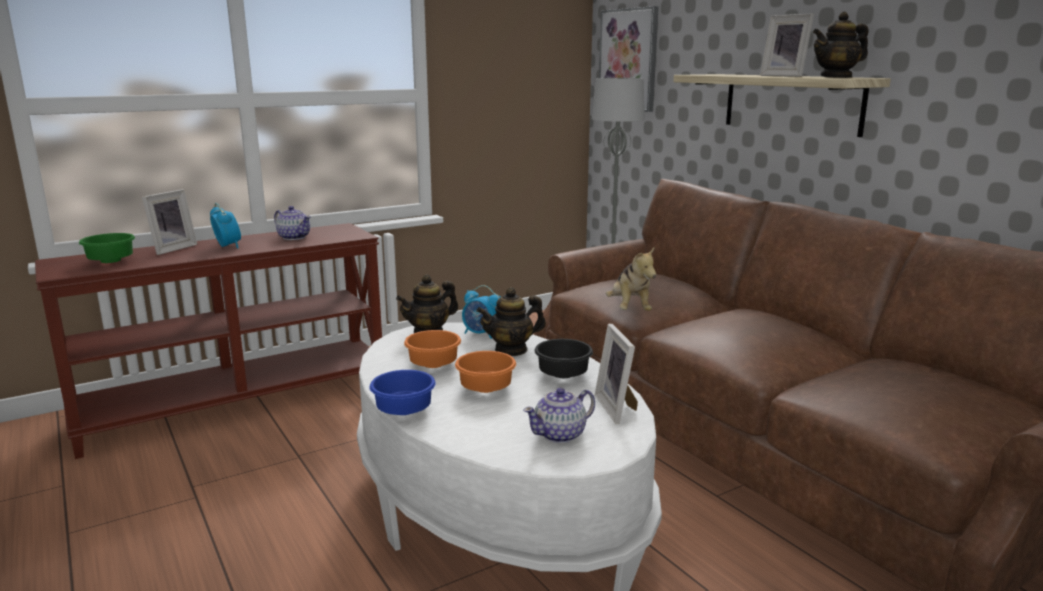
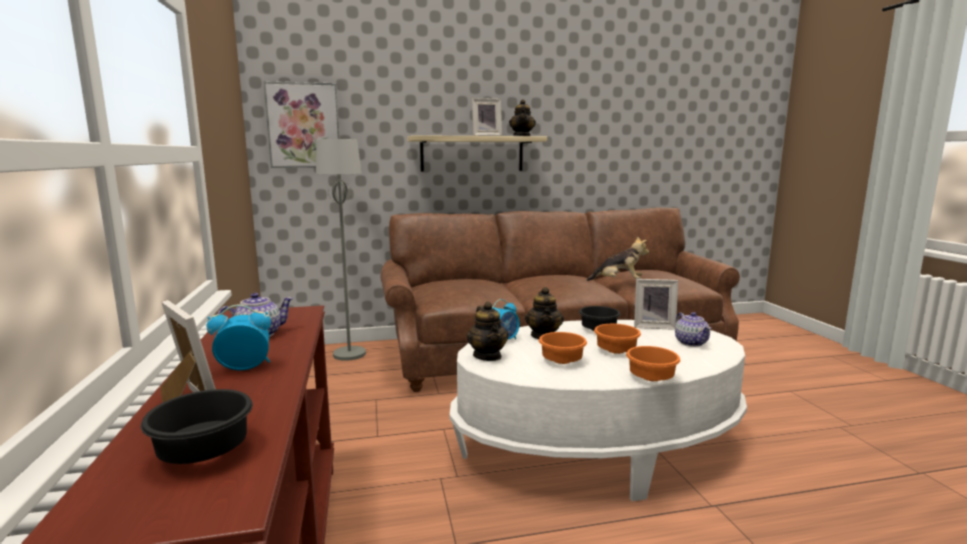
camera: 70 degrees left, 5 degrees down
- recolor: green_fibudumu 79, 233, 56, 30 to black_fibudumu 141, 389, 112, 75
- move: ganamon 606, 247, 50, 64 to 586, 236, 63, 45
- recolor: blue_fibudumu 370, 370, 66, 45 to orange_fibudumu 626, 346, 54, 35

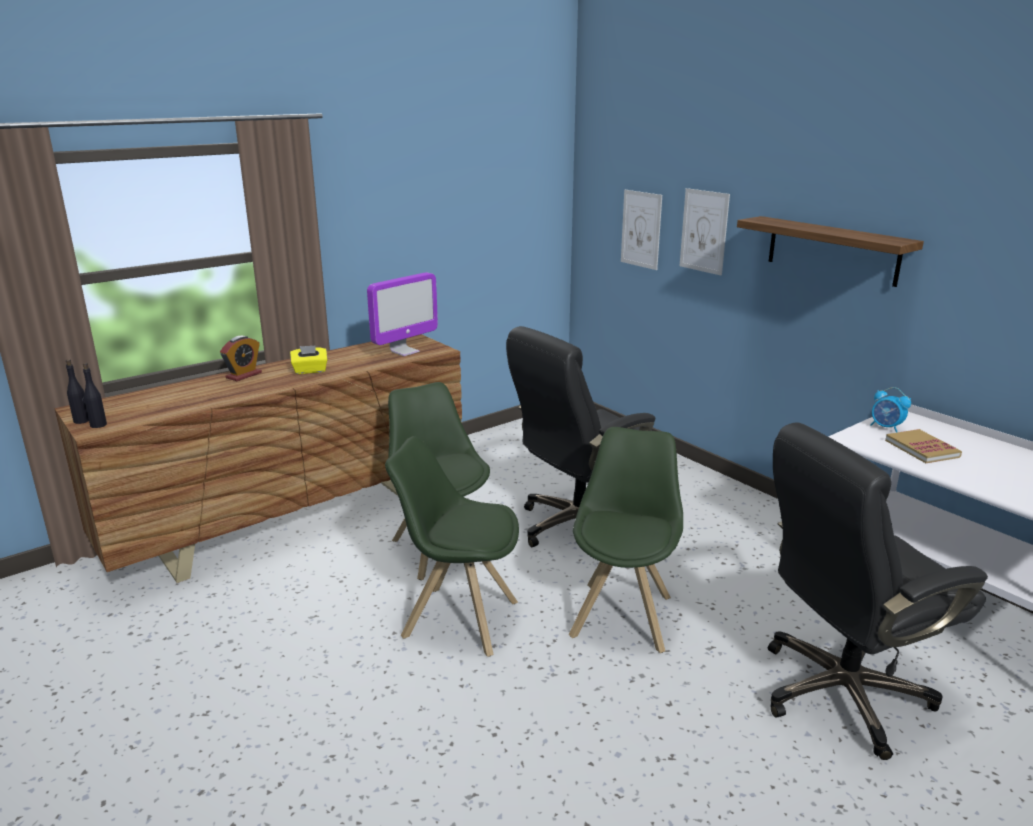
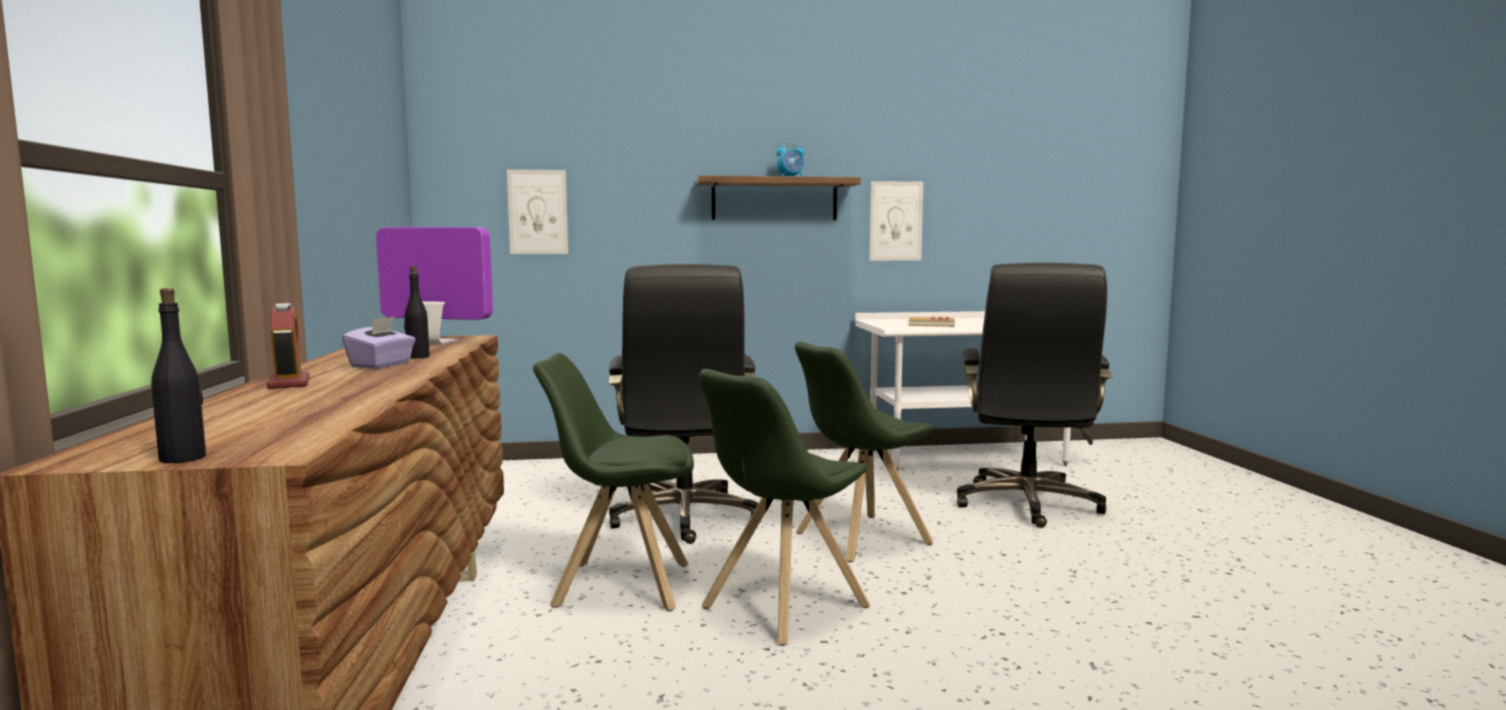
camera: 60 degrees left, 15 degrees down
- move: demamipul 680, 188, 50, 87 to 869, 181, 54, 80
- rotate: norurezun 367, 272, 71, 84 = 376, 227, 117, 117 60 degrees counterclockwise
- recolor: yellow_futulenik 290, 345, 38, 29 to purple_futulenik 342, 316, 74, 52
- move: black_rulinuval 83, 363, 24, 65 to 404, 266, 26, 92
- move: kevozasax 870, 387, 41, 46 to 777, 143, 27, 33
- rotate: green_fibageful 569, 427, 114, 226 = 795, 342, 138, 220 75 degrees counterclockwise

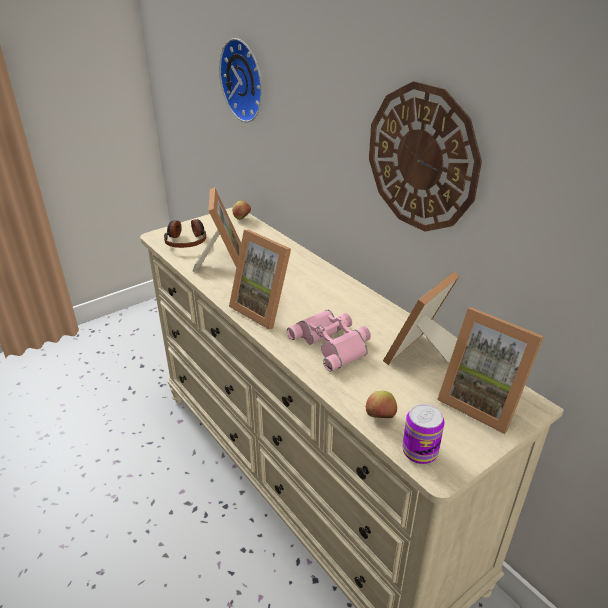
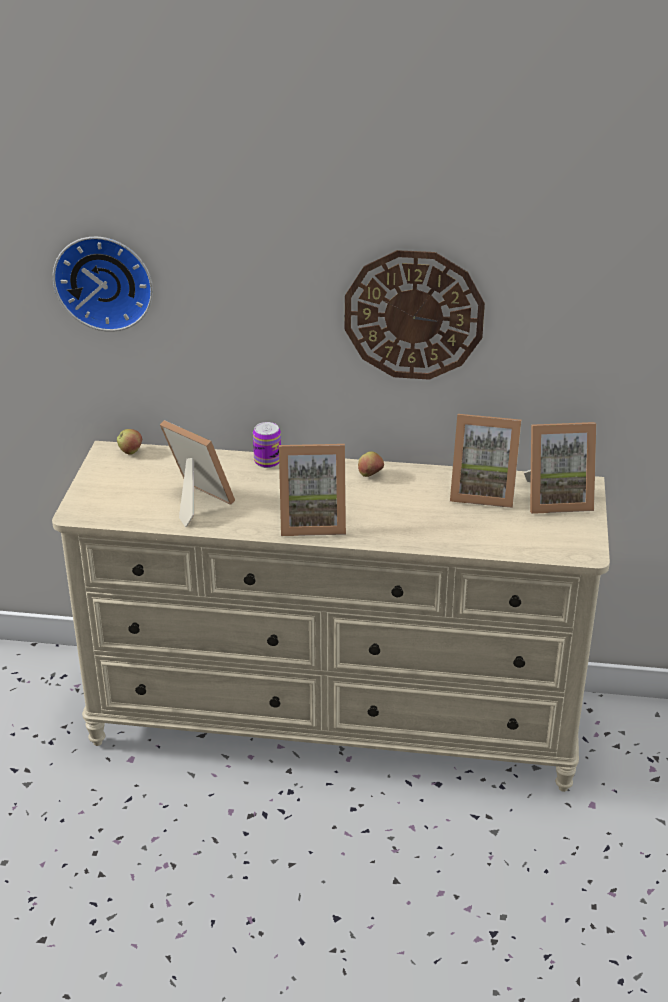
camera: 45 degrees left, 0 degrees up
- delete: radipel 164, 219, 42, 29
- rotate: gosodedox 383, 272, 77, 93 = 450, 414, 71, 94 75 degrees counterclockwise
- delete: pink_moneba 287, 310, 84, 62
- move: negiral 366, 391, 31, 27 to 358, 451, 26, 26
- move: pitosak 402, 404, 42, 60 to 253, 422, 28, 46

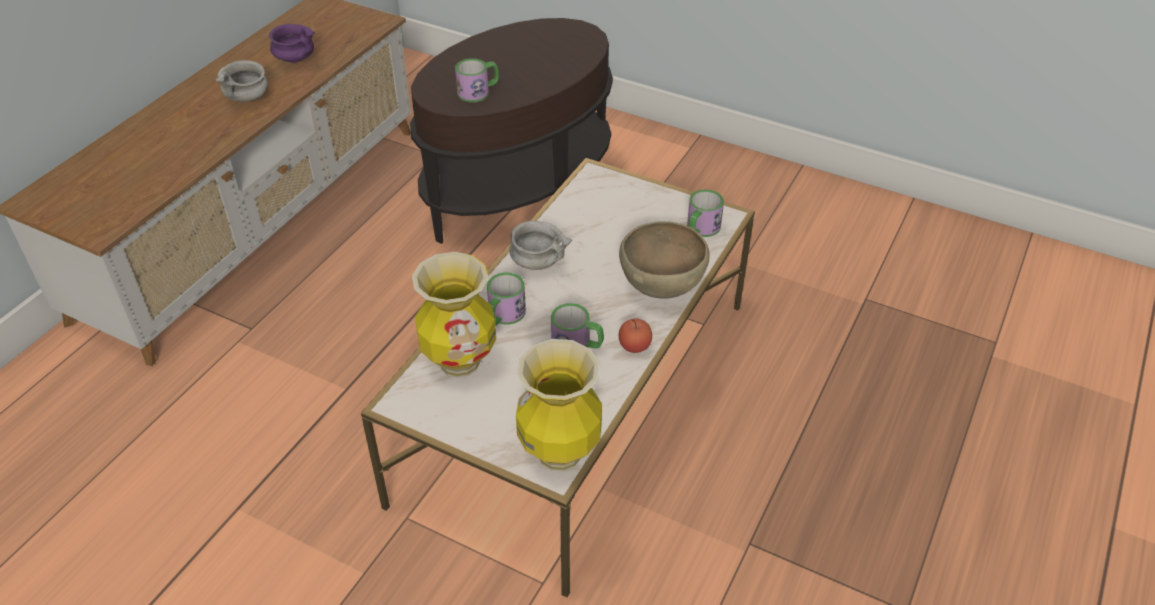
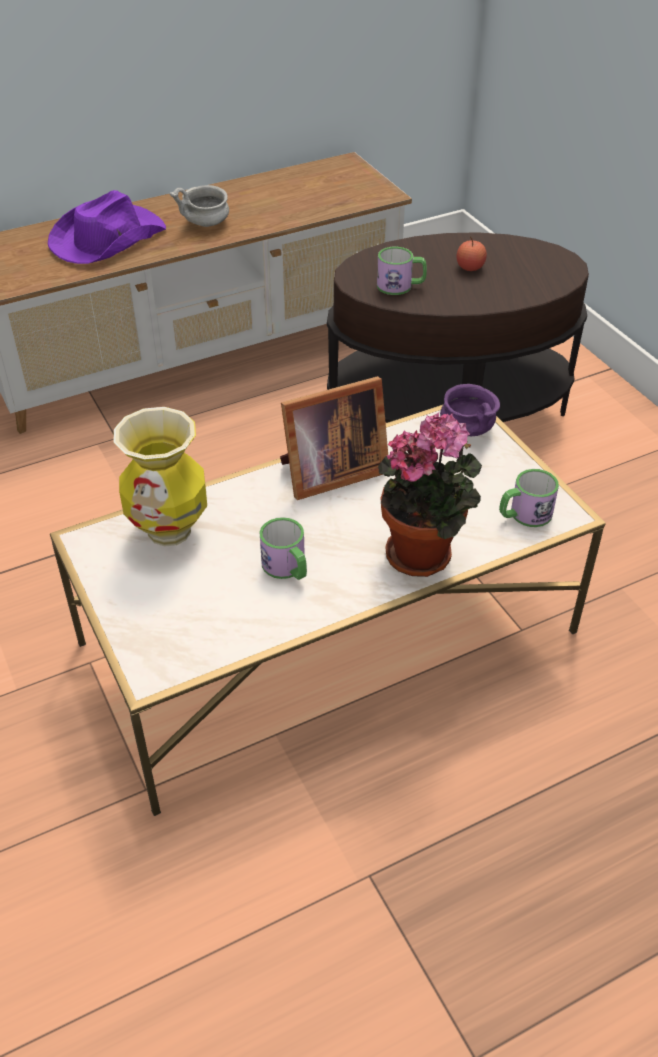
camera: 35 degrees right, 0 degrees up
- move: purple_fibudumu 269, 24, 46, 39 to 440, 384, 60, 52
- replace: grey_fibudumu 509, 221, 63, 49 to gosodedox 280, 376, 108, 124
- replace: brown_fibudumu 619, 221, 91, 78 to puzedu 378, 413, 104, 164
- delete: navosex 487, 272, 39, 54
- move: negiral 619, 319, 33, 34 to 456, 236, 31, 35
- delete: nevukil 516, 339, 86, 132
- insert: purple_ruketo 48, 190, 118, 74

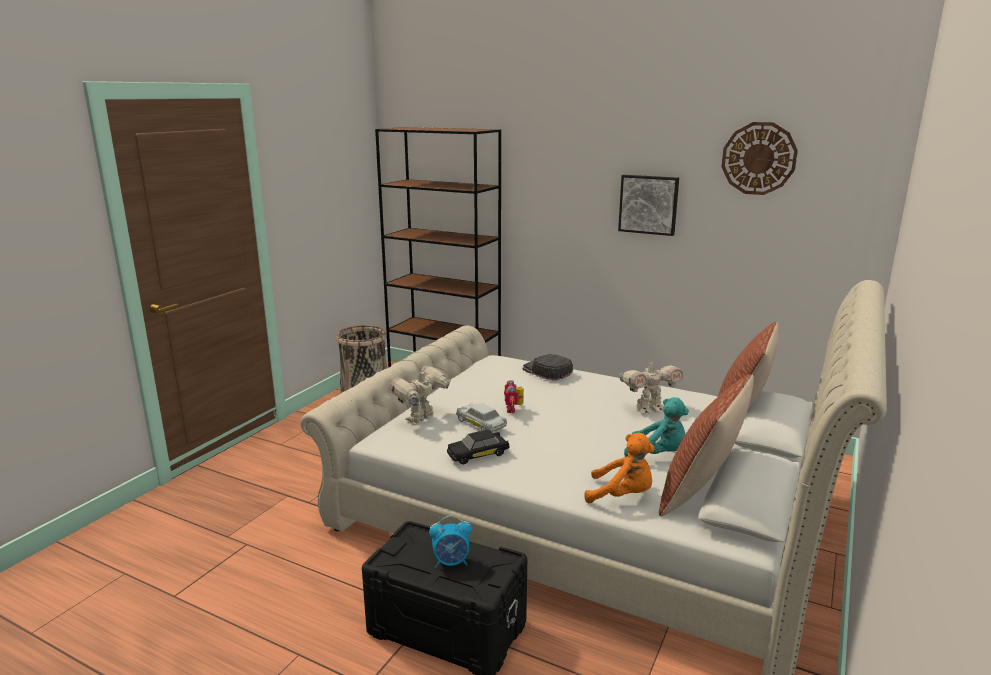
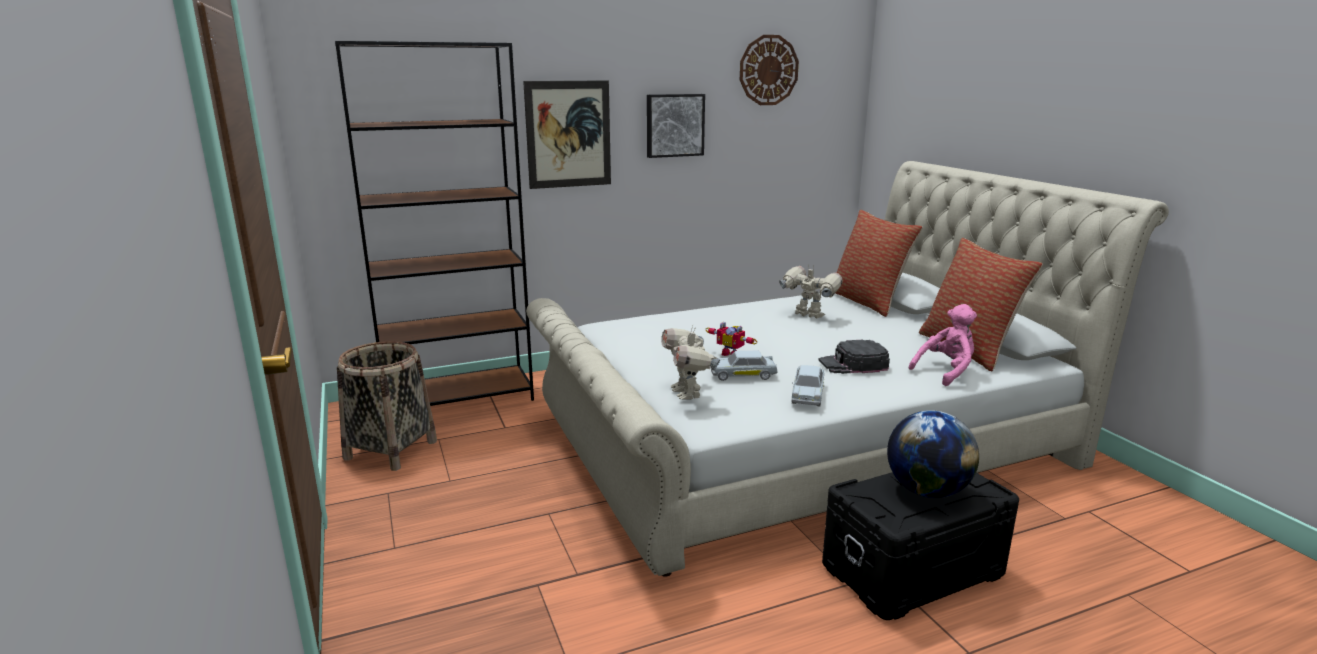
camera: 50 degrees left, 0 degrees up
- move: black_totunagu 522, 354, 51, 27 to 818, 339, 72, 35
- rotate: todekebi 619, 360, 64, 54 = 779, 265, 63, 53 75 degrees counterclockwise
- delete: turquoise_ganamon 624, 397, 65, 60
- recolor: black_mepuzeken 447, 430, 63, 35 to white_mepuzeken 792, 365, 33, 41
- recolor: orange_ganamon 584, 433, 71, 70 to pink_ganamon 908, 304, 69, 82
- replace: kevozasax 429, 515, 43, 53 to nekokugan 887, 410, 92, 88
- insert: demamipul 523, 80, 88, 109

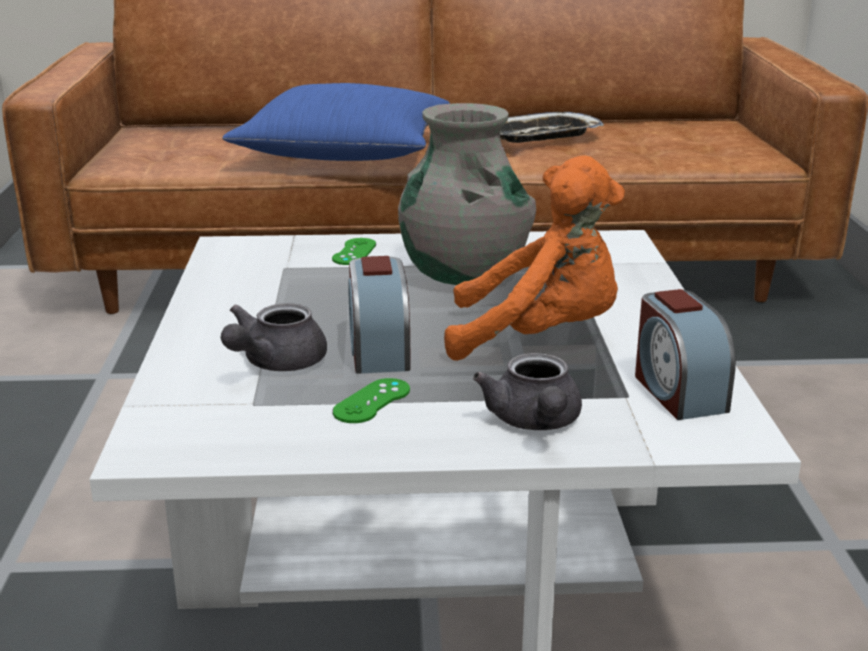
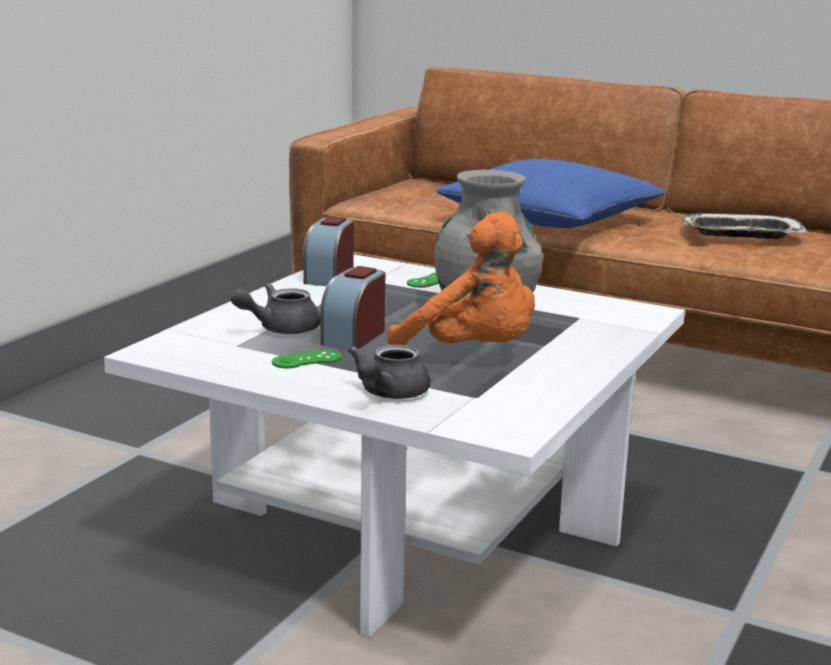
camera: 30 degrees right, 5 degrees down
- move: kevozasax 635, 289, 101, 131 to 303, 216, 51, 70

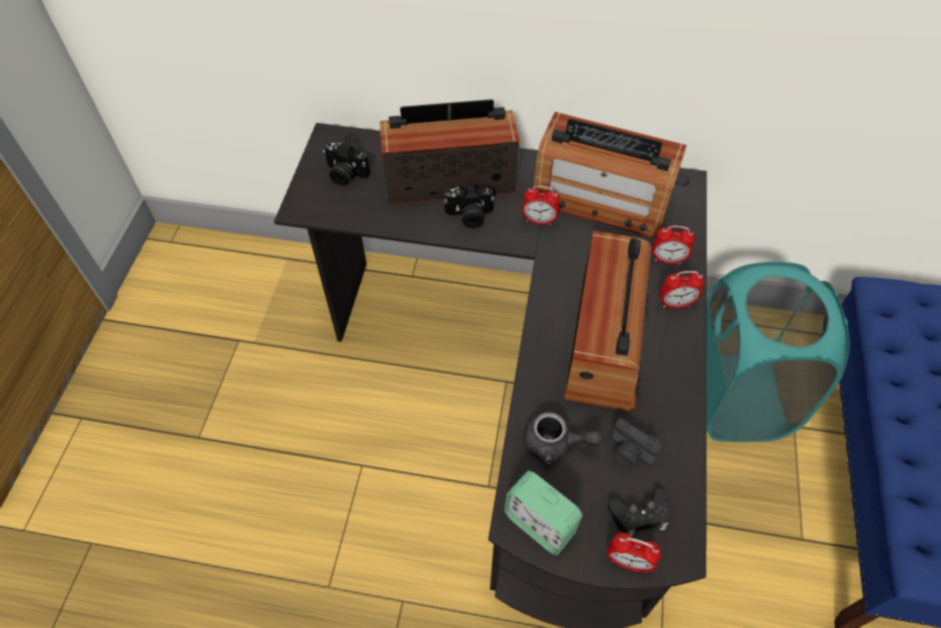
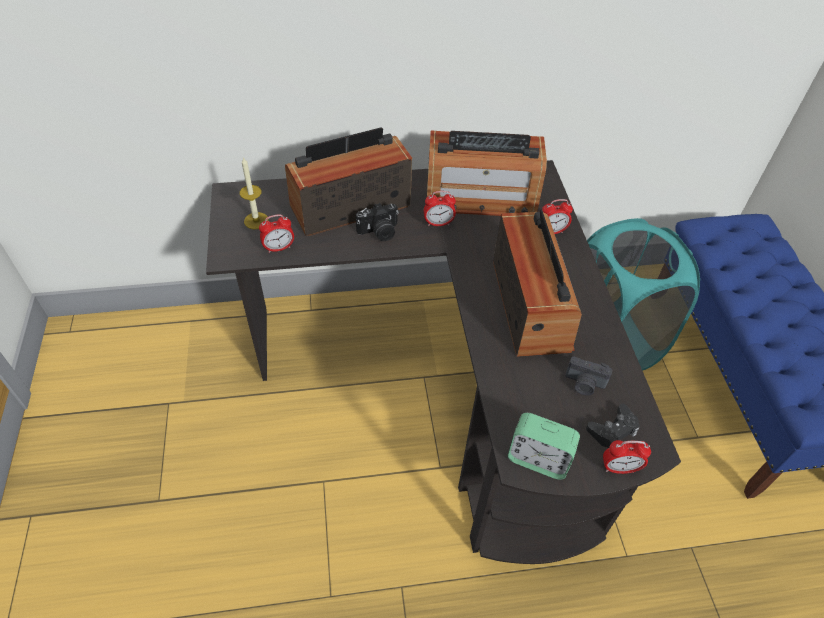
camera: 20 degrees left, 5 degrees down
- replace: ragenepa 323, 142, 47, 44 to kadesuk 240, 157, 29, 72
- move: kevozasax 660, 271, 44, 37 to 259, 215, 35, 38
- delete: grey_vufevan 523, 412, 80, 52

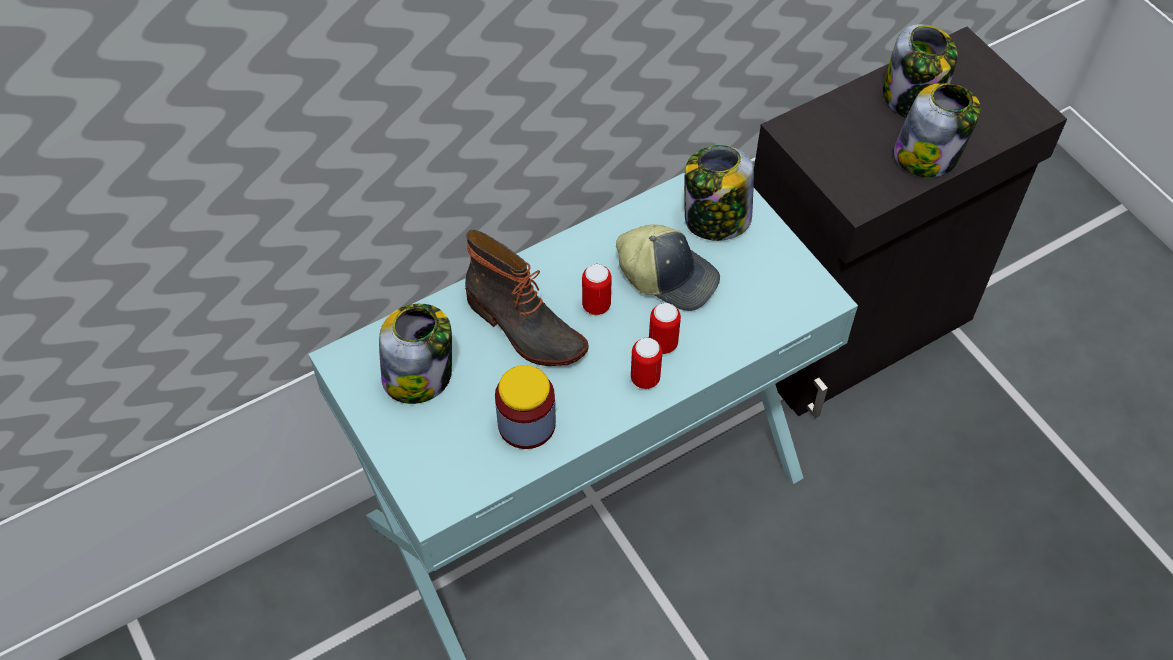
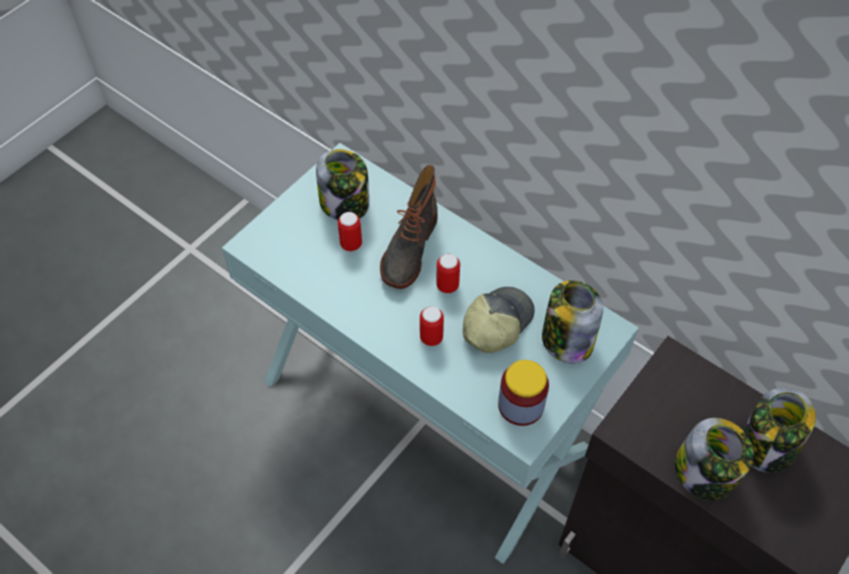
camera: 70 degrees right, 0 degrees up
- rotate: totunagu 616, 224, 104, 87 = 463, 287, 72, 66 150 degrees counterclockwise
- move: pitosak 631, 338, 31, 51 to 338, 212, 24, 39
- move: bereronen 495, 365, 61, 84 to 498, 360, 51, 66

